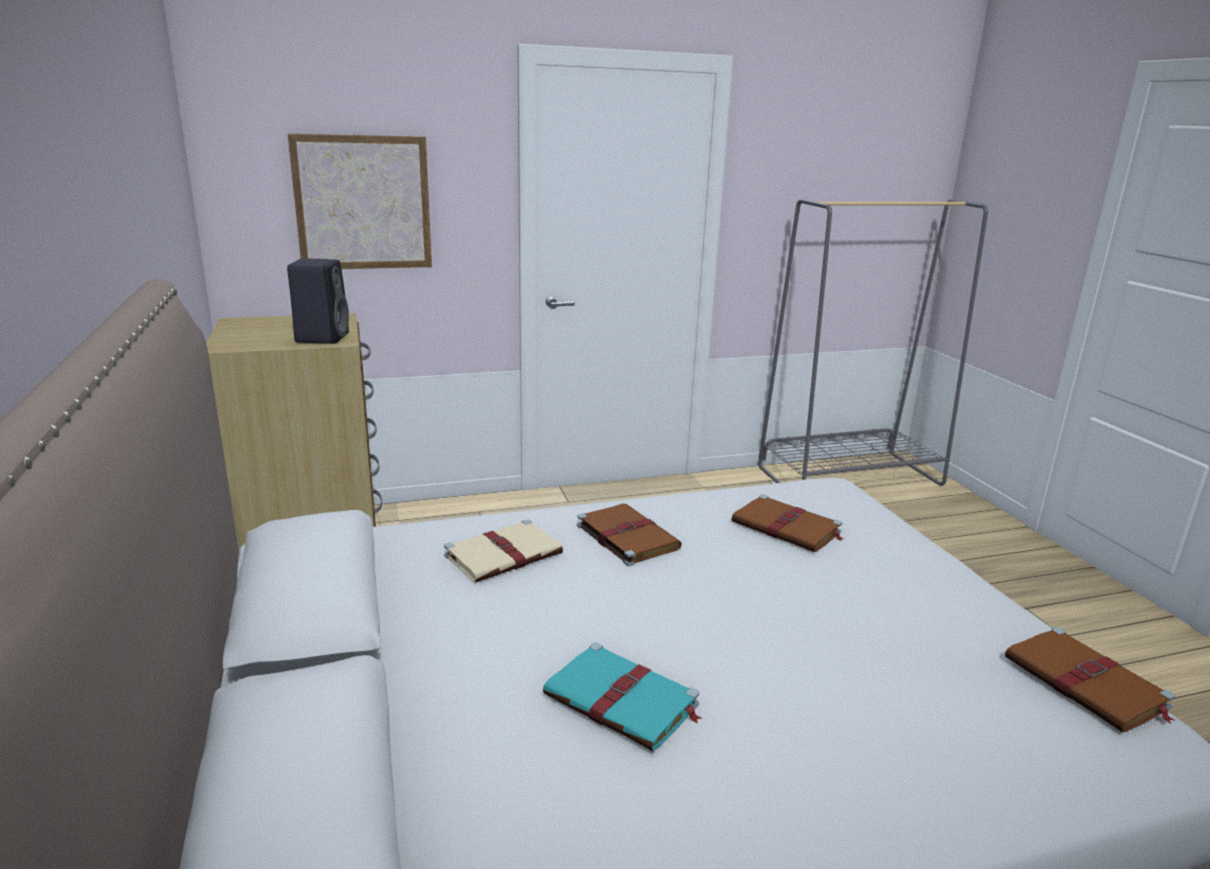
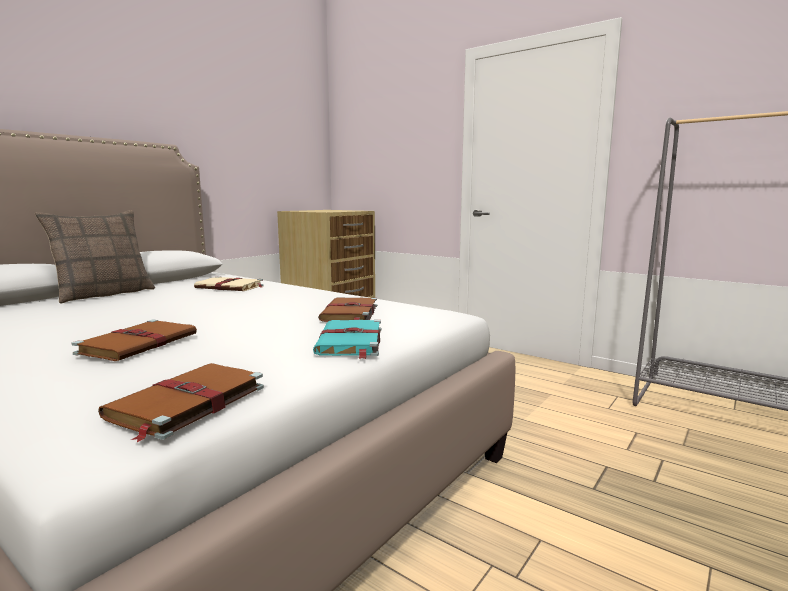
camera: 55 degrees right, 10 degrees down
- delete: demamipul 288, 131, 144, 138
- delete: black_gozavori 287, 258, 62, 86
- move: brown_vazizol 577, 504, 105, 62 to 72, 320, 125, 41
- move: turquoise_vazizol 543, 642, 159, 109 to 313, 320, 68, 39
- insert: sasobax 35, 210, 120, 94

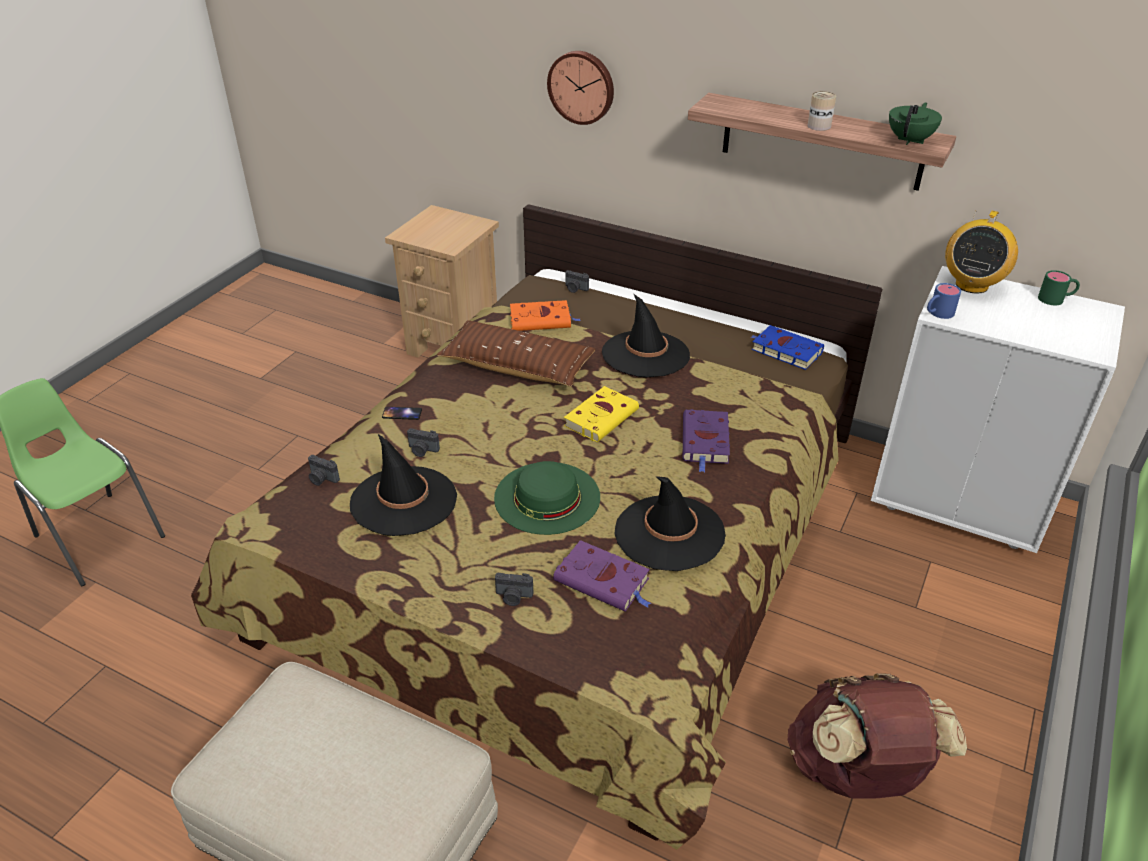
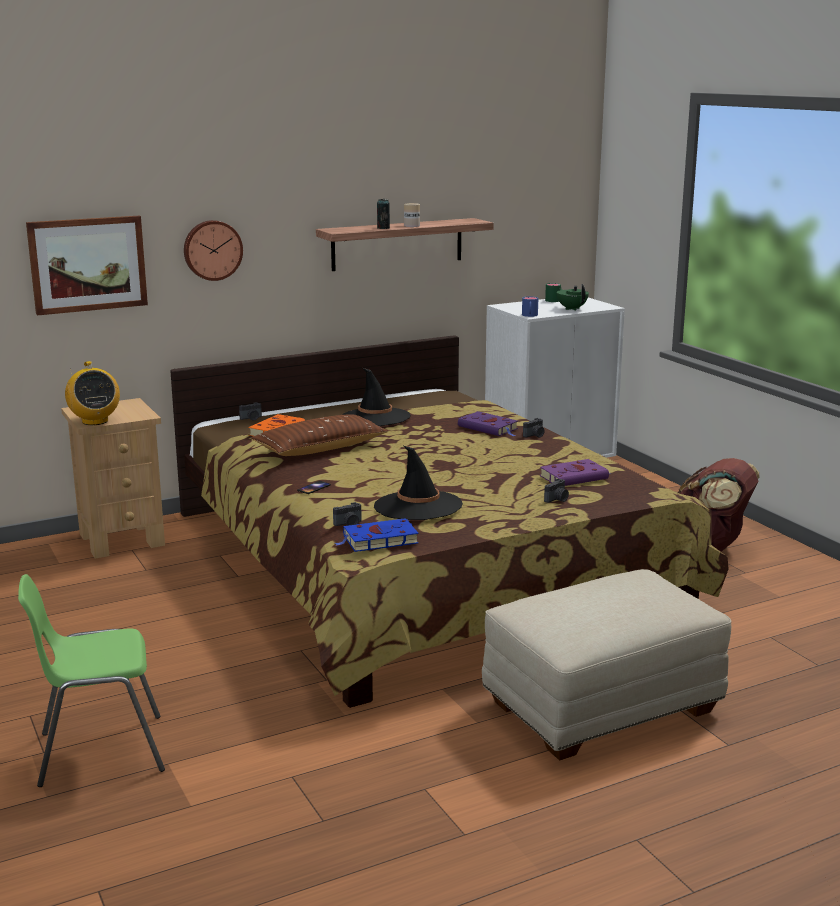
camera: 55 degrees left, 20 degrees down
- move: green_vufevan 889, 102, 53, 43 to 557, 284, 32, 27
- move: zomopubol 945, 211, 73, 82 to 65, 361, 55, 64
- move: blue_vazizol 751, 325, 73, 45 to 334, 518, 85, 34
- delete: yellow_vazizol 564, 386, 75, 56
- move: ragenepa 407, 428, 33, 29 to 523, 418, 22, 19
- delete: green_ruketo 494, 461, 106, 74
- delete: black_ruketo 615, 476, 111, 95
- insert: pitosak 377, 199, 13, 30
- insert: demamipul 26, 216, 122, 99

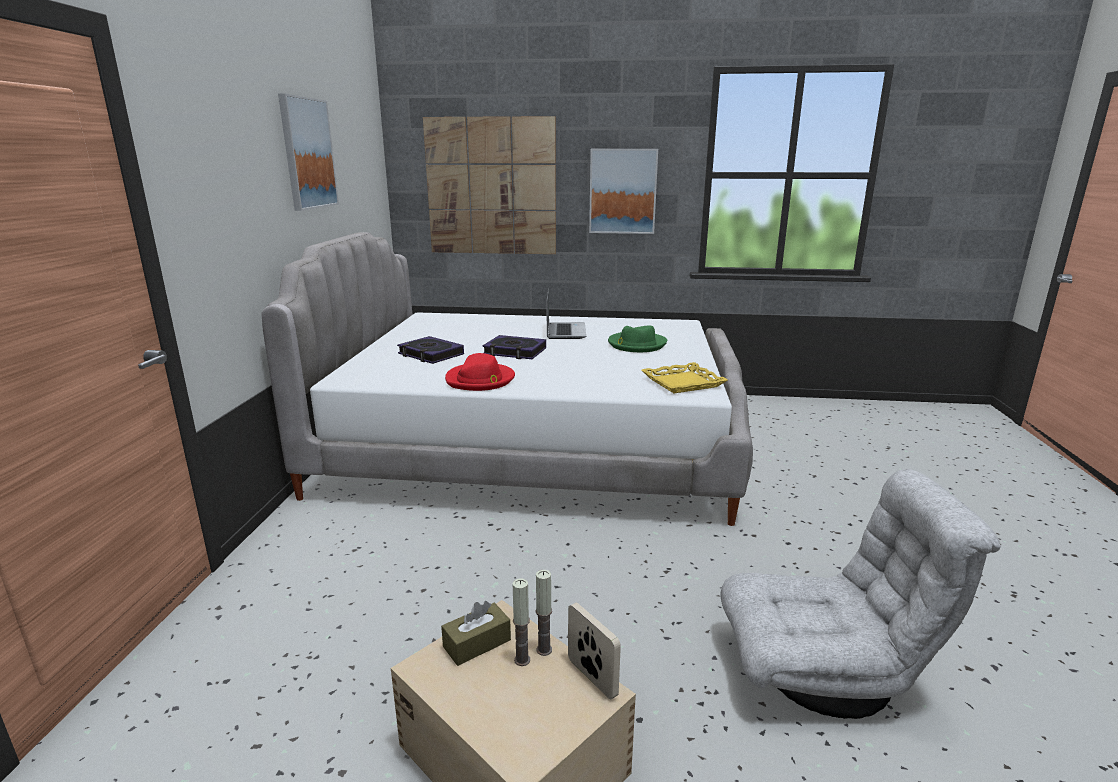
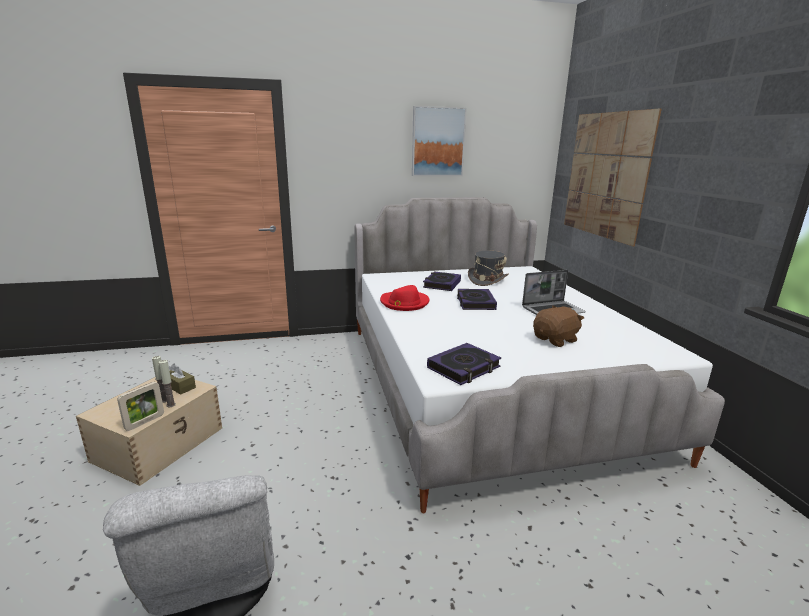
camera: 70 degrees right, 0 degrees up
- delete: demamipul 589, 149, 69, 85
- replace: green_ruketo 608, 325, 59, 27 to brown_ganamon 533, 305, 51, 42
- replace: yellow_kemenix 642, 362, 86, 31 to vazizol 427, 343, 74, 42
- insert: grey_ruketo 468, 251, 41, 35

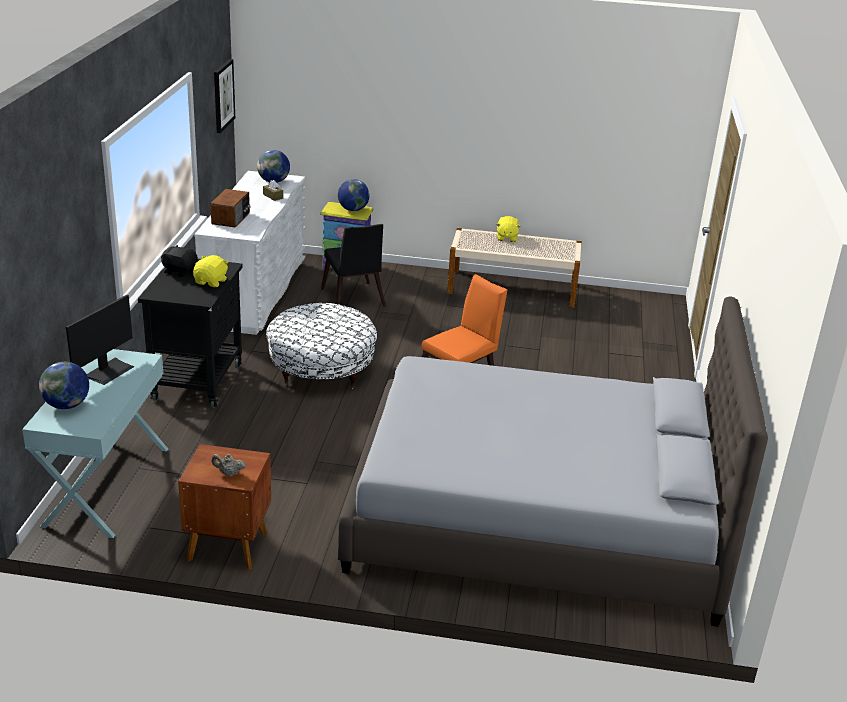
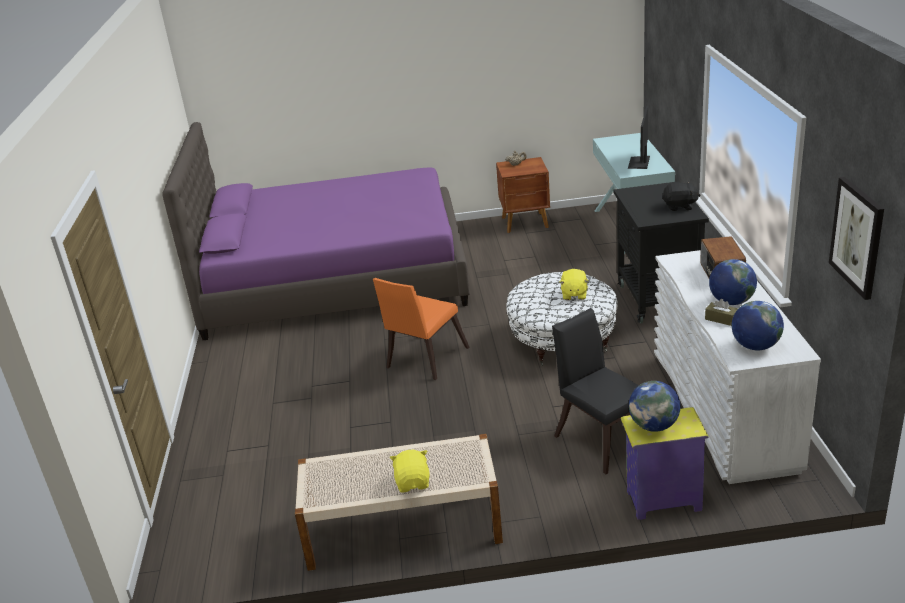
camera: 170 degrees right, 0 degrees up
- move: yellow_ganamon 193, 255, 36, 32 to 560, 269, 29, 31
- recolor: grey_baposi 338, 296, 430, 331 to purple_baposi 162, 122, 308, 218
- move: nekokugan 39, 362, 50, 47 to 709, 259, 48, 46

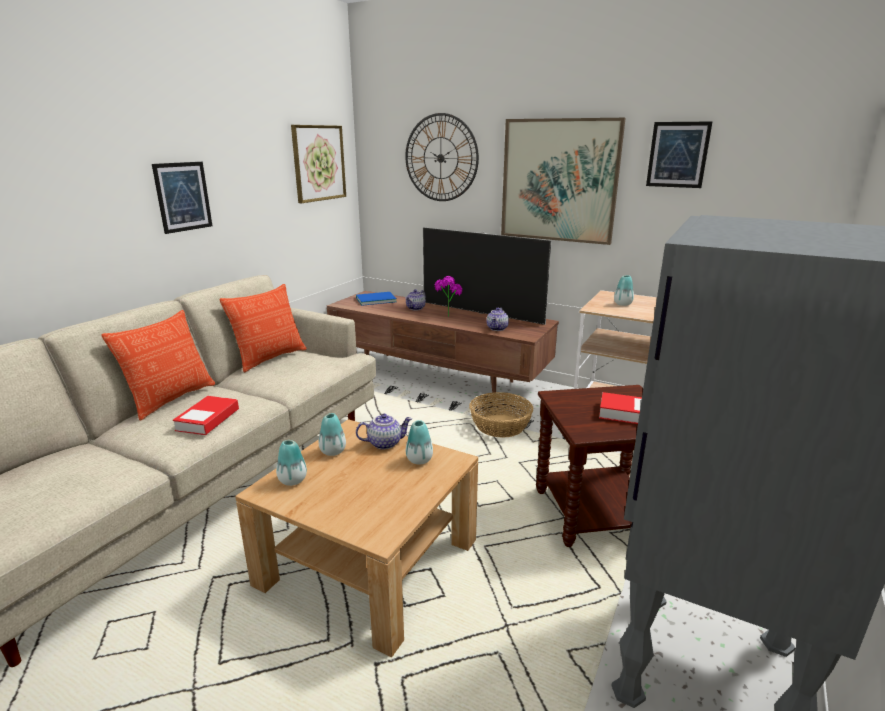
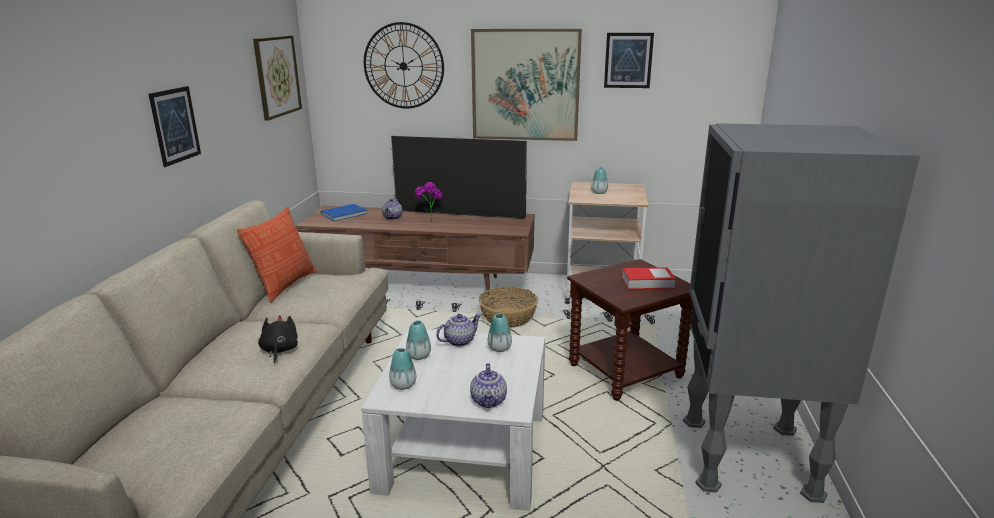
camera: 20 degrees left, 0 degrees up
- move: vufevan 486, 308, 23, 23 to 470, 363, 37, 45
- delete: orange_sasobax 102, 310, 113, 111
- replace: vazizol 173, 396, 66, 39 to black_ganamon 258, 315, 40, 48
- recolor: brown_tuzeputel 235, 419, 243, 238 to white_tuzeputel 361, 328, 184, 183

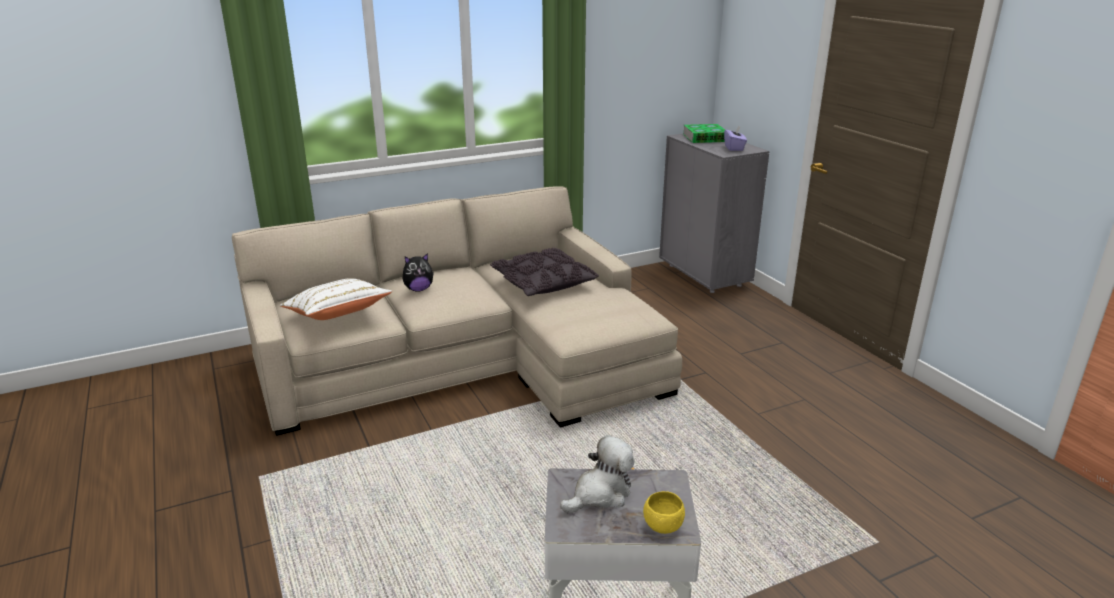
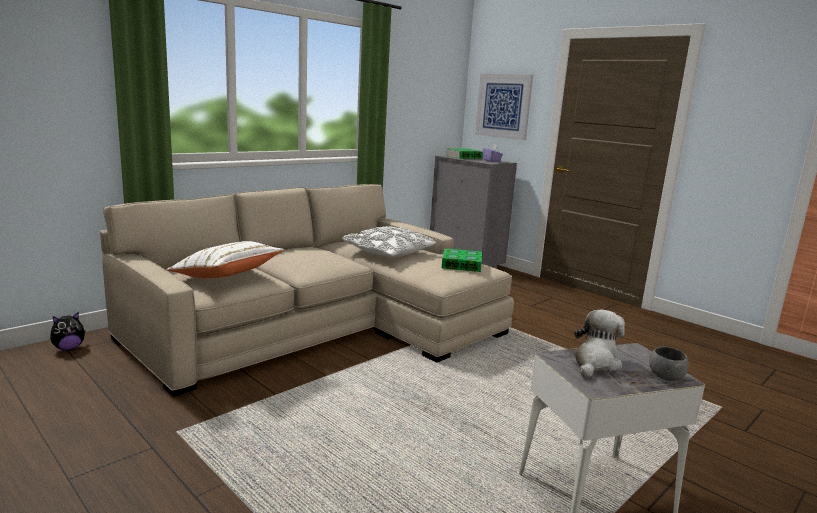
camera: 20 degrees left, 10 degrees down
- recolor: black_sasobax 490, 248, 109, 48 to white_sasobax 342, 226, 94, 31
- move: ganamon 403, 253, 31, 39 to 50, 312, 36, 38
- recolor: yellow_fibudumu 643, 491, 42, 43 to grey_fibudumu 649, 347, 40, 34
- insert: demamipul 475, 74, 58, 66
- insert: vazizol 442, 248, 40, 24

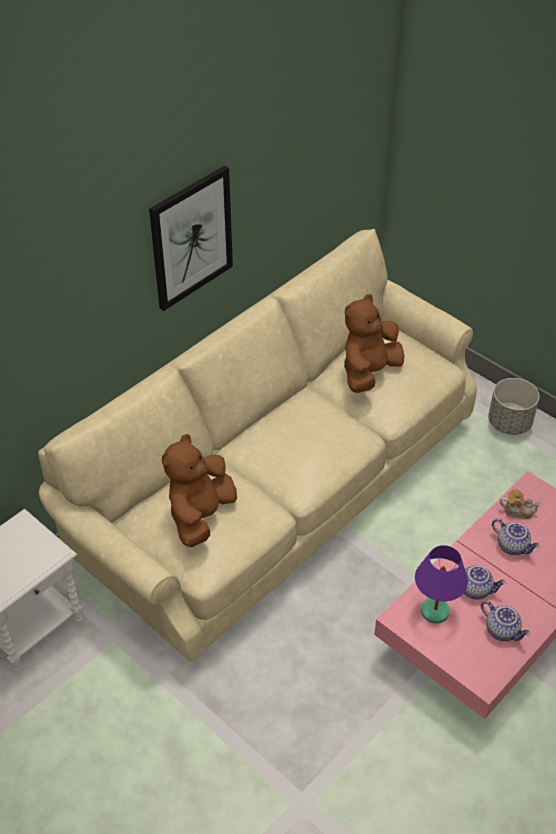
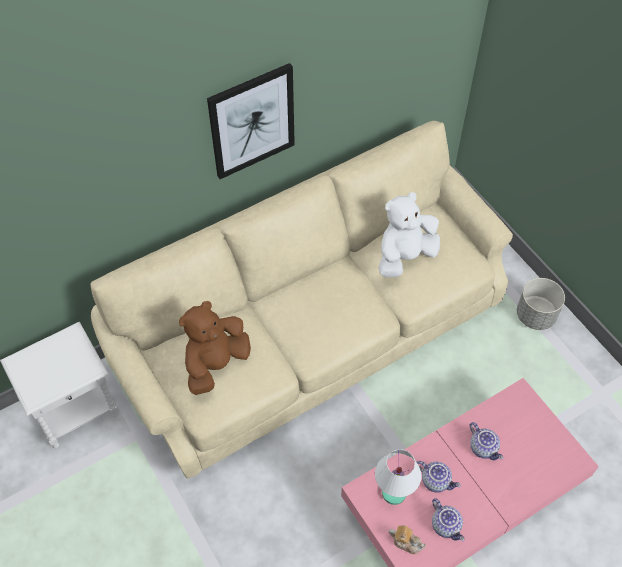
camera: 15 degrees right, 10 degrees up
- recolor: brown_ganamon 344, 294, 60, 99 to white_ganamon 379, 192, 61, 85
- move: vufevan 500, 489, 41, 30 to 389, 525, 37, 29
- recolor: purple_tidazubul 415, 545, 53, 78 to white_tidazubul 375, 449, 46, 56

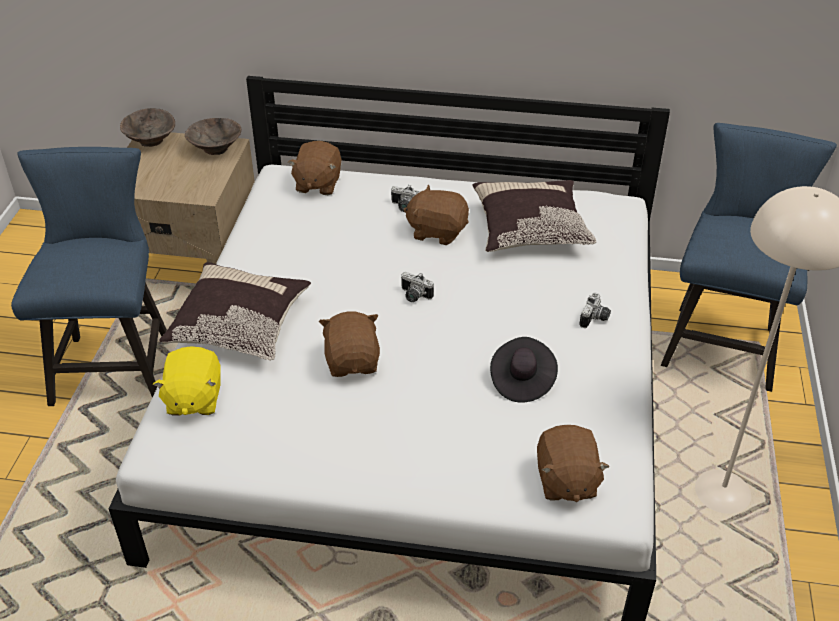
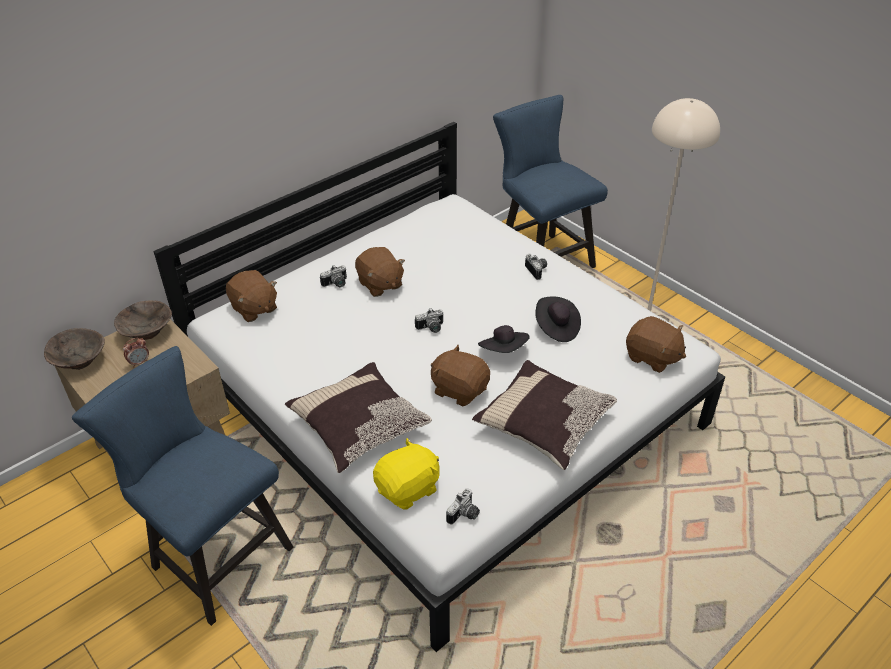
camera: 50 degrees left, 0 degrees up
- move: sasobax 472, 180, 124, 72 to 472, 360, 145, 110
- rotate: brown_ganamon 404, 185, 65, 60 = 355, 247, 50, 50 90 degrees counterclockwise
- rotate: yellow_ganamon 153, 346, 68, 70 = 373, 438, 67, 72 75 degrees counterclockwise
- insert: black_ruketo 478, 325, 52, 28
- insert: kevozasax 123, 338, 26, 28
- insert: ragenepa 446, 488, 34, 36

